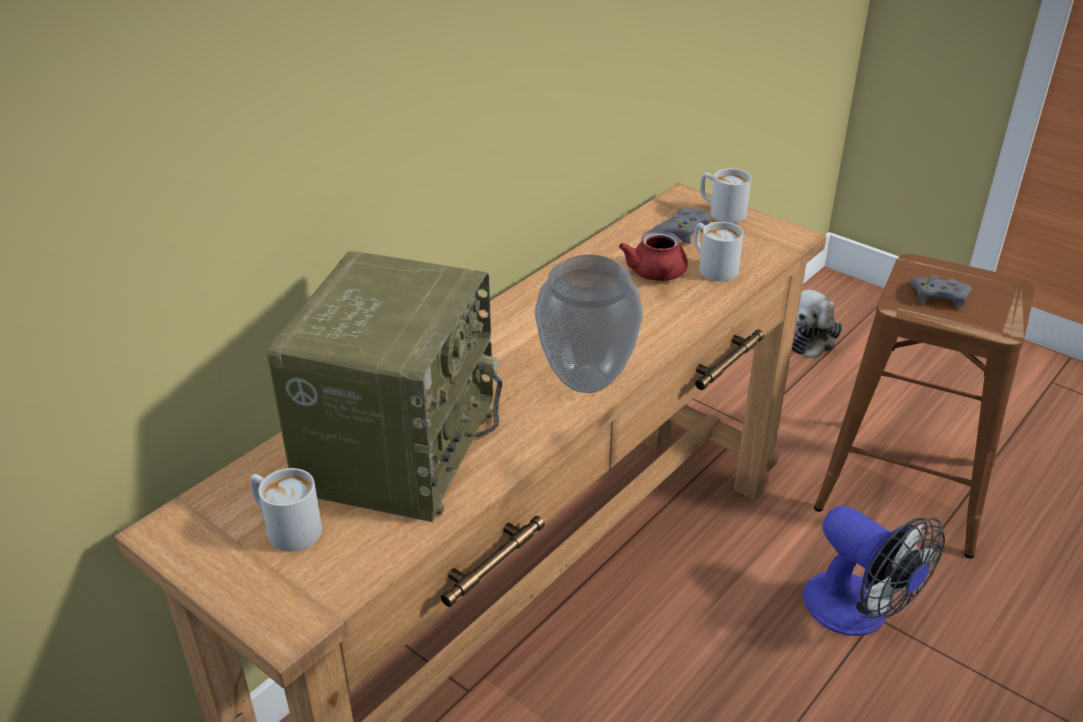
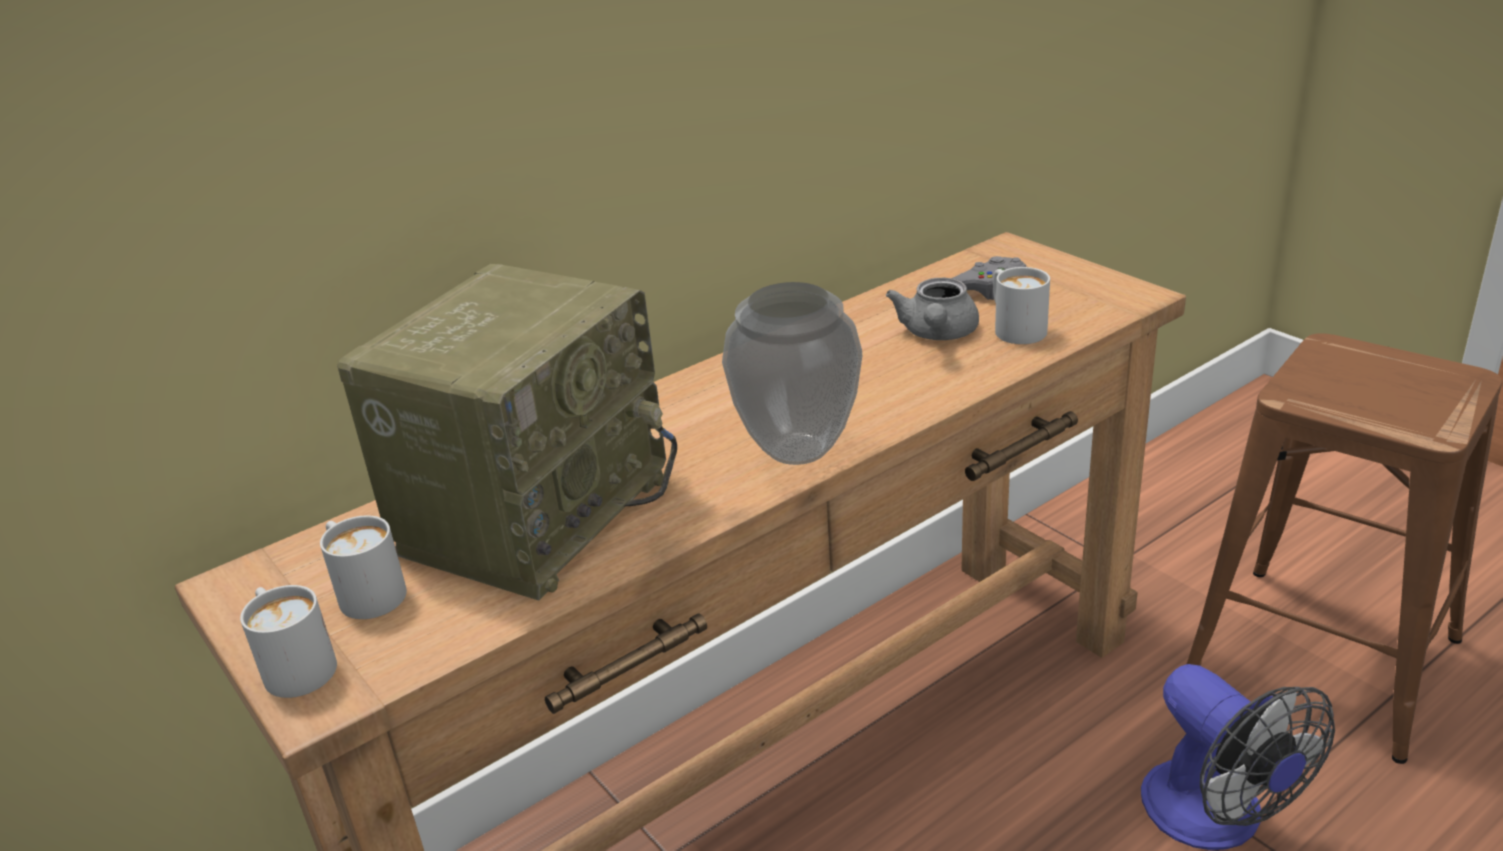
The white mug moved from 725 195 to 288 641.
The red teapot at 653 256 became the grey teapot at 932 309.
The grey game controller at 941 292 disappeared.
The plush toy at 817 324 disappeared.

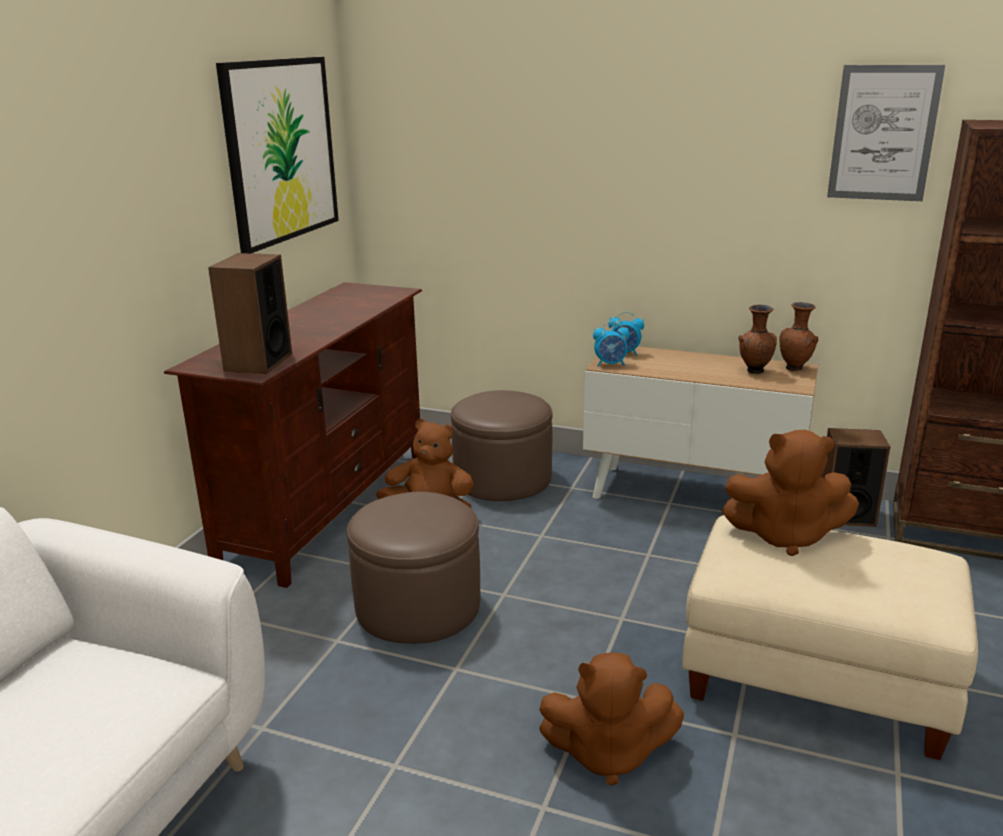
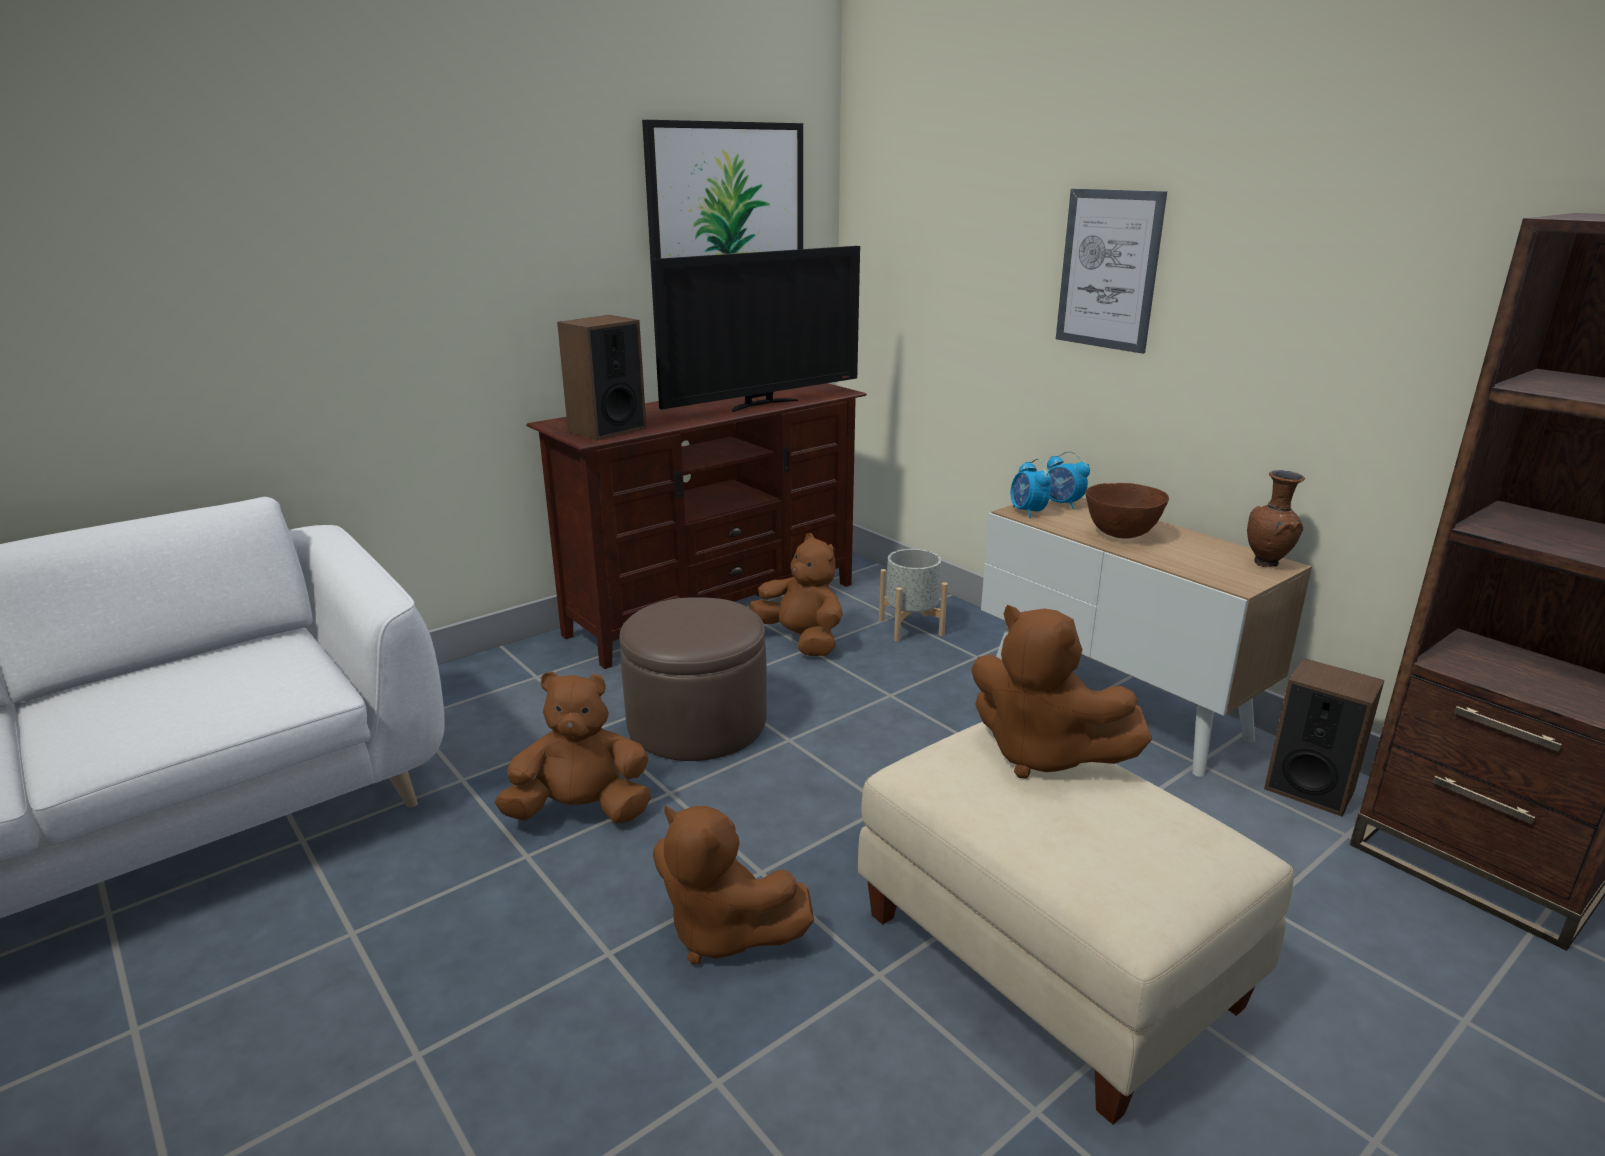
The picture moved from 886 133 to 1111 271.
The brown vase at 758 339 disappeared.
The alarm clock at 611 344 turned 45 degrees clockwise.
The brown ottoman at 502 445 was replaced by the grey planter at 913 595.
The television at 755 329 appeared.
The brown bowl at 1127 510 appeared.
The brown plush toy at 573 747 appeared.

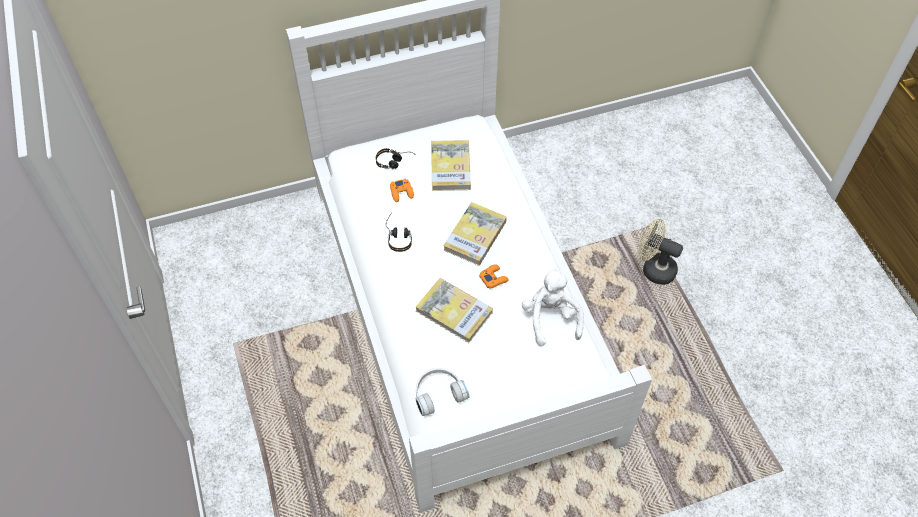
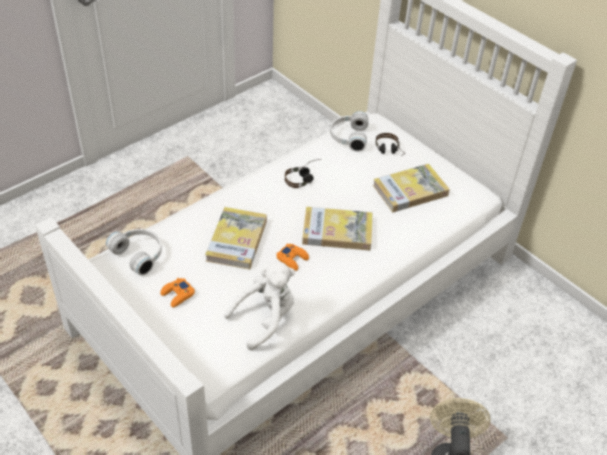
The orange game controller moved from 402 190 to 177 292.
The white headphones at 349 131 appeared.

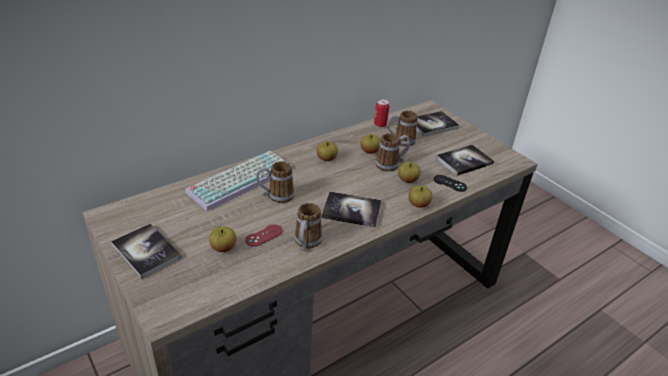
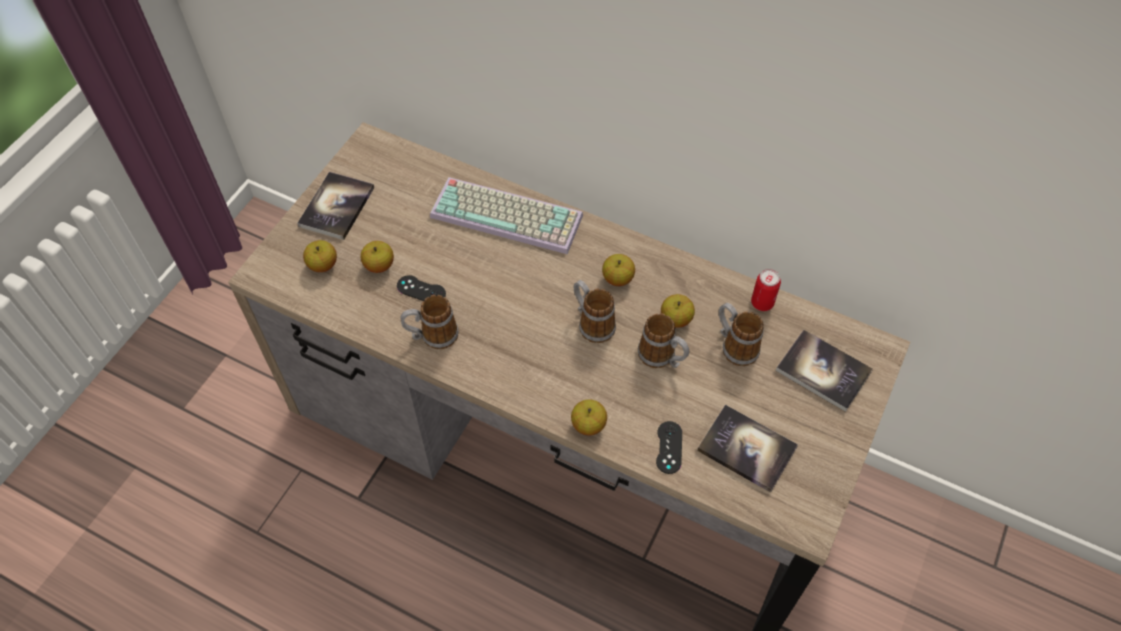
The mug moved from 275 182 to 595 311.
The apple moved from 409 172 to 320 256.
The book at 351 209 disappeared.
The red game controller at 263 235 became the black game controller at 421 288.

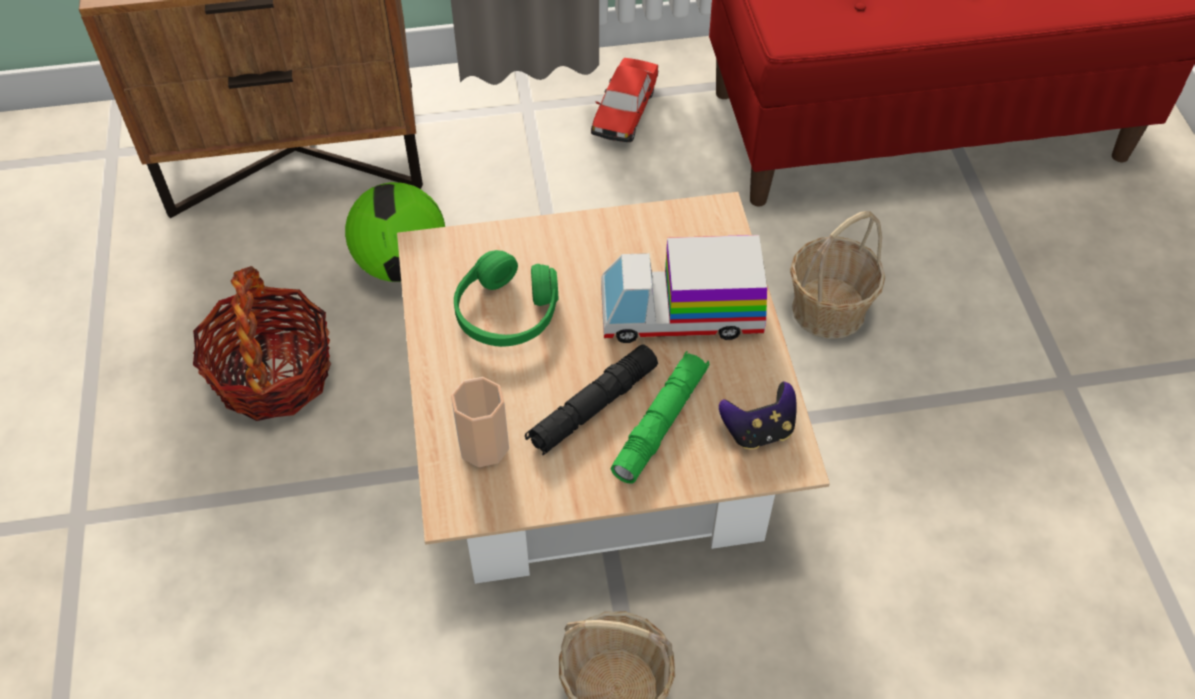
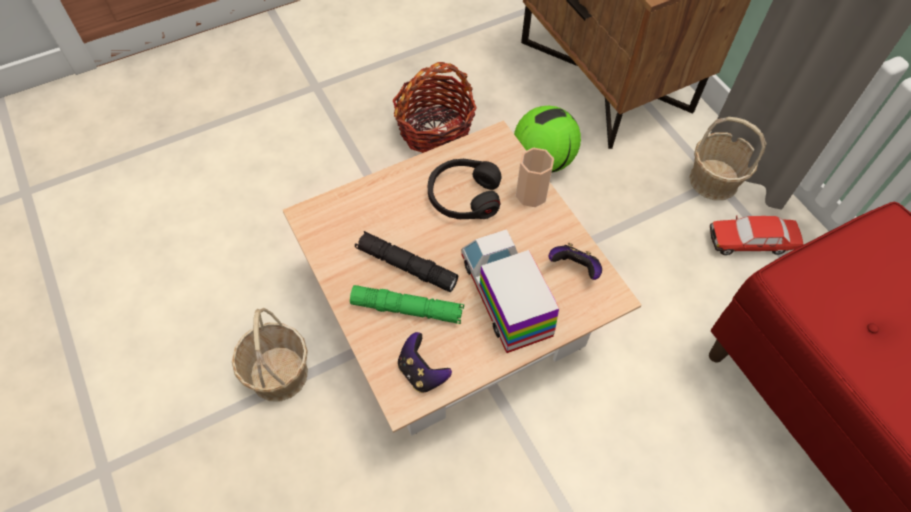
The basket moved from 837 275 to 727 158.
The green headphones at 506 298 became the black headphones at 465 189.
The cup moved from 480 422 to 535 177.
The game controller at 575 261 appeared.

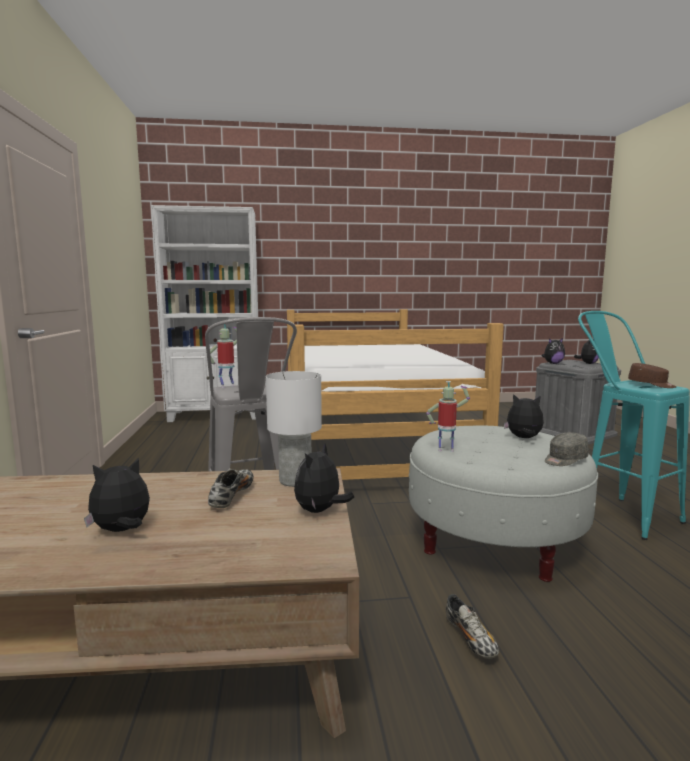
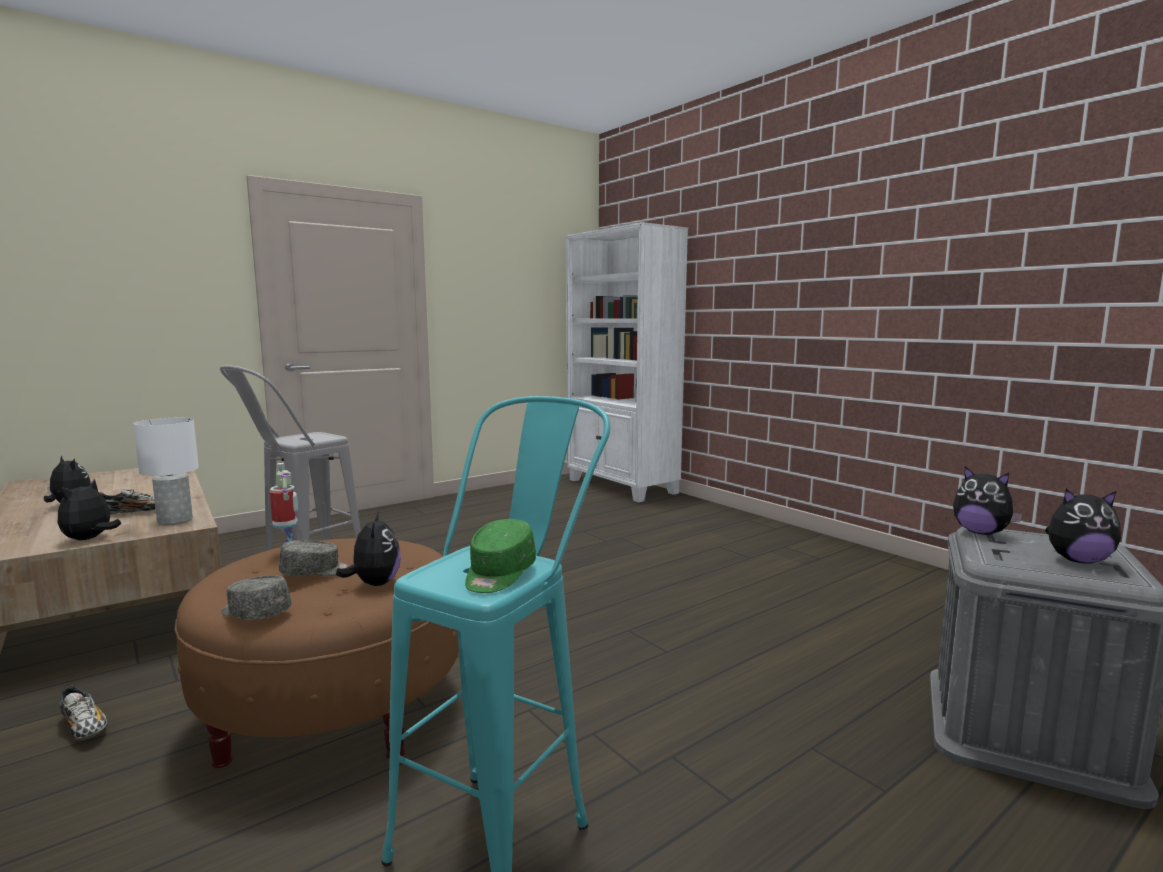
The bed at 395 394 disappeared.
The toy robot at 223 356 disappeared.
The brown cap at 652 375 became the green cap at 500 556.
The white ottoman at 503 504 became the brown ottoman at 316 653.
The plush toy at 324 478 turned 75 degrees counterclockwise.
The shoe at 472 626 turned 90 degrees counterclockwise.
The grey cap at 314 558 appeared.

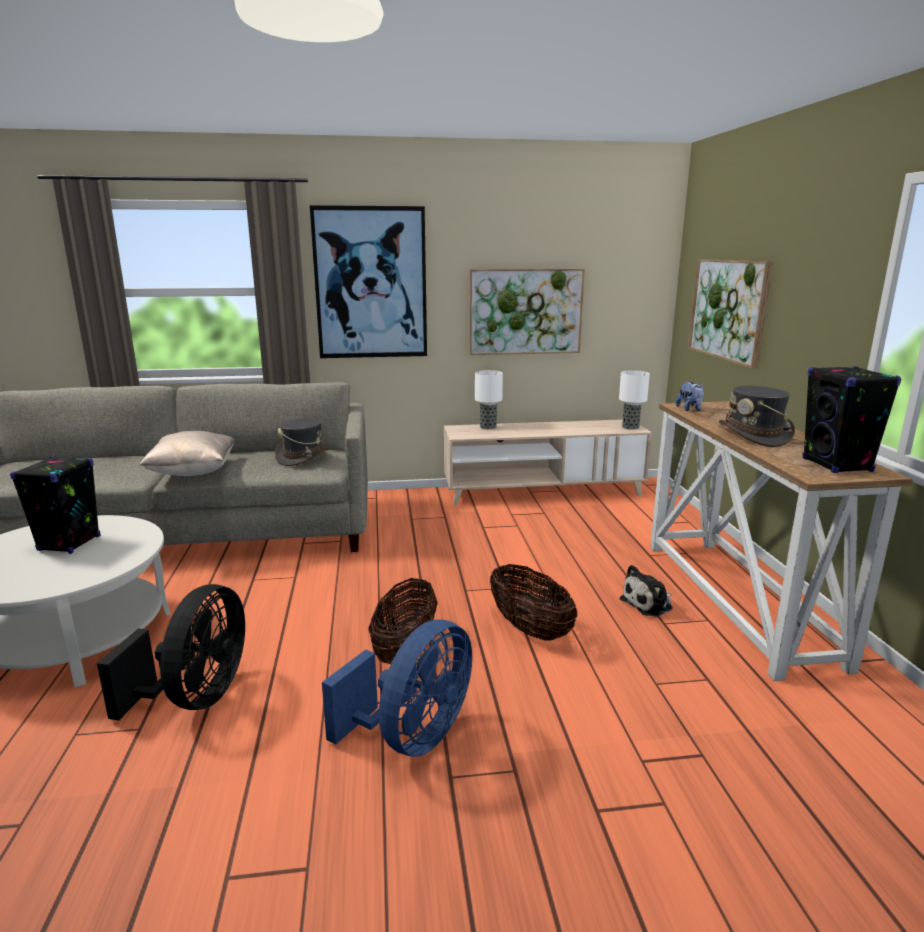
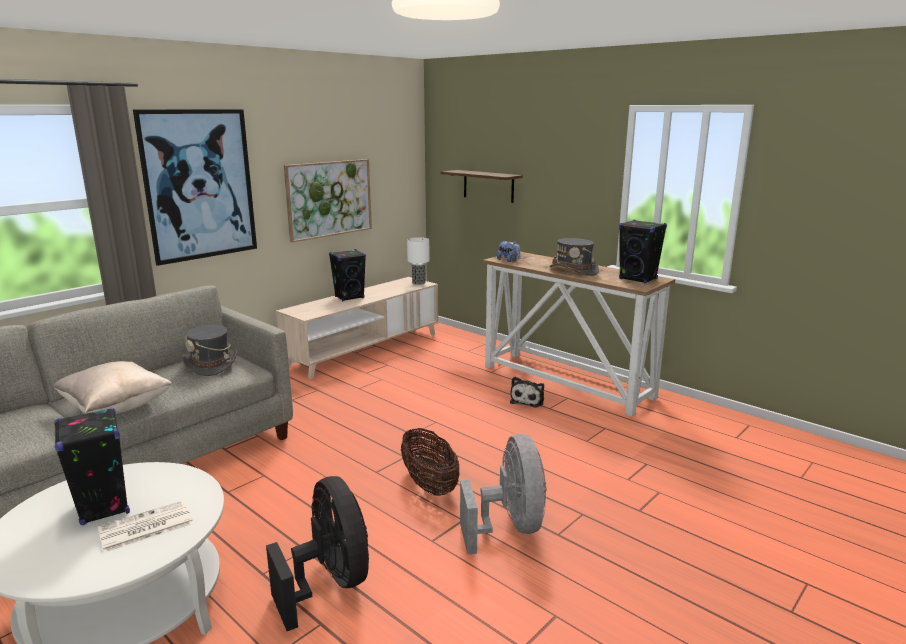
The picture at 730 313 was replaced by the shelf at 482 186.
The table lamp at 489 399 disappeared.
The basket at 533 602 disappeared.
The blue fan at 397 688 became the grey fan at 503 494.
The black speaker at 347 275 appeared.
The newspaper at 146 526 appeared.

